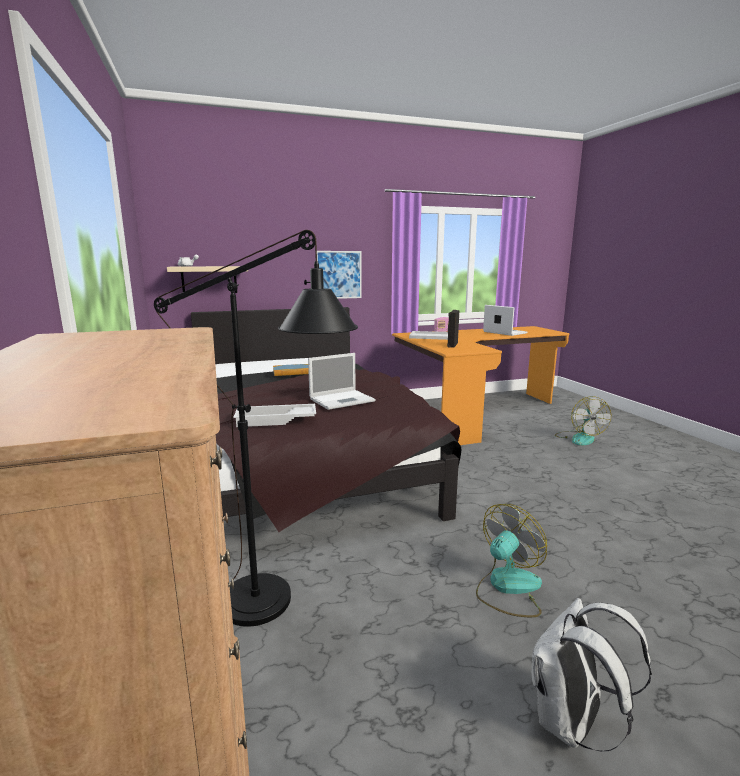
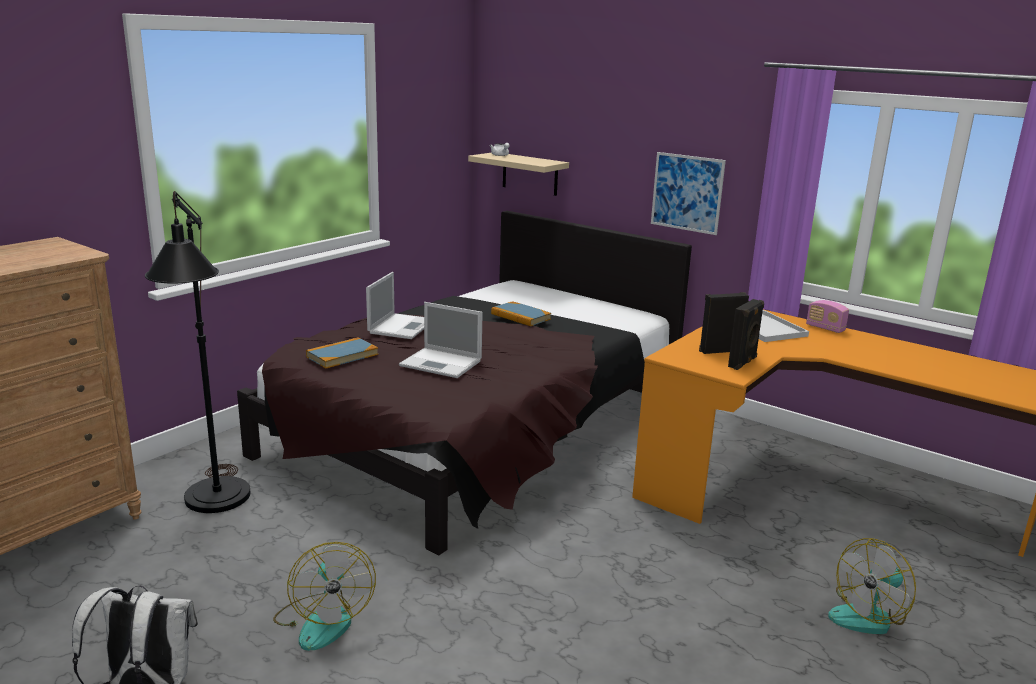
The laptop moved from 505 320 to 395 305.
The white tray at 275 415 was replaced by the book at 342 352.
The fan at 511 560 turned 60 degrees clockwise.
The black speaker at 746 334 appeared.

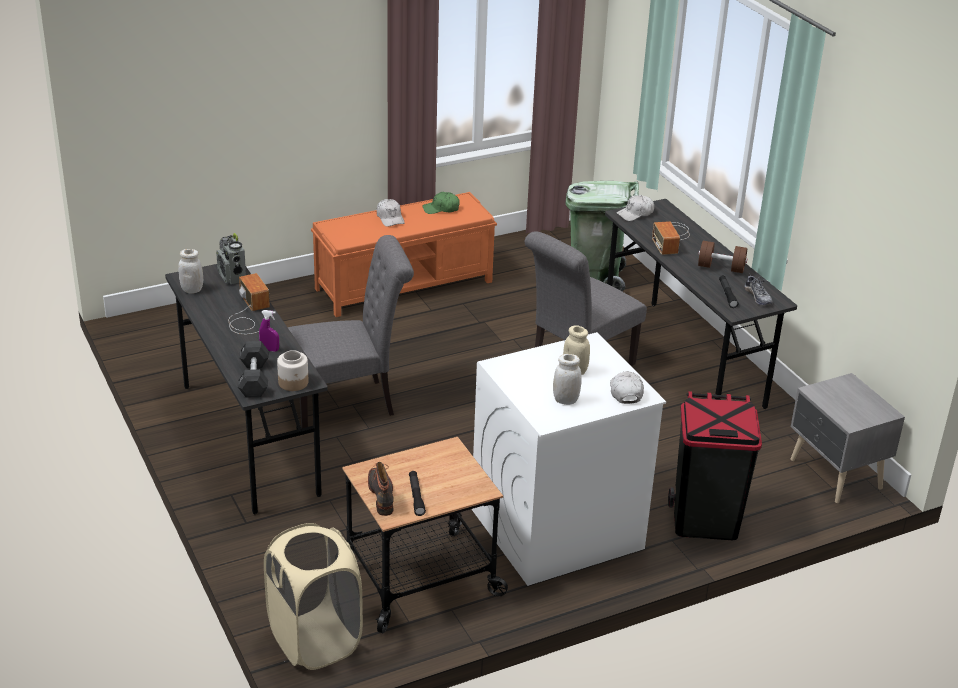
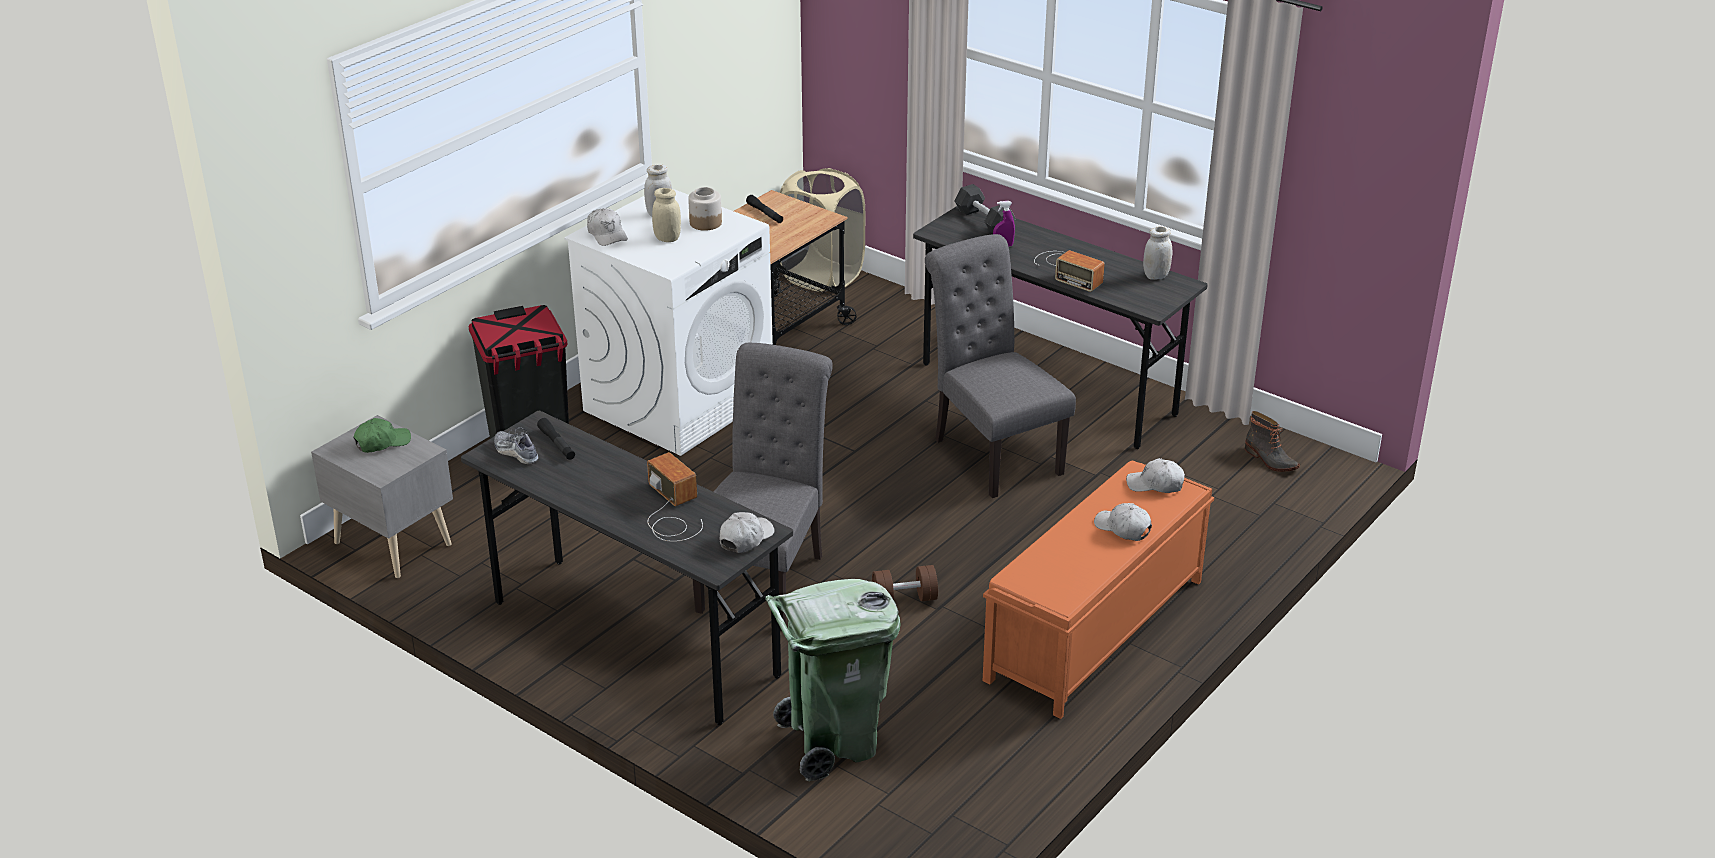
The green cap moved from 441 203 to 382 435.
The radio at 231 258 disappeared.
The grey chair at 351 332 turned 105 degrees clockwise.
The brown dumbbell moved from 722 257 to 905 583.
The jar moved from 293 370 to 705 209.
The boot moved from 381 489 to 1272 441.
The white cap at 1155 475 appeared.

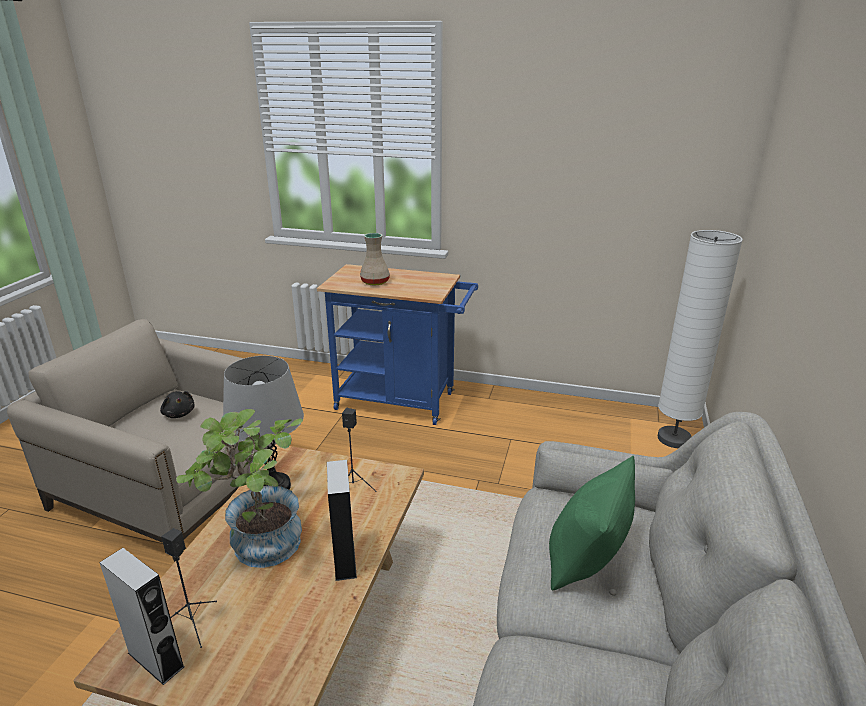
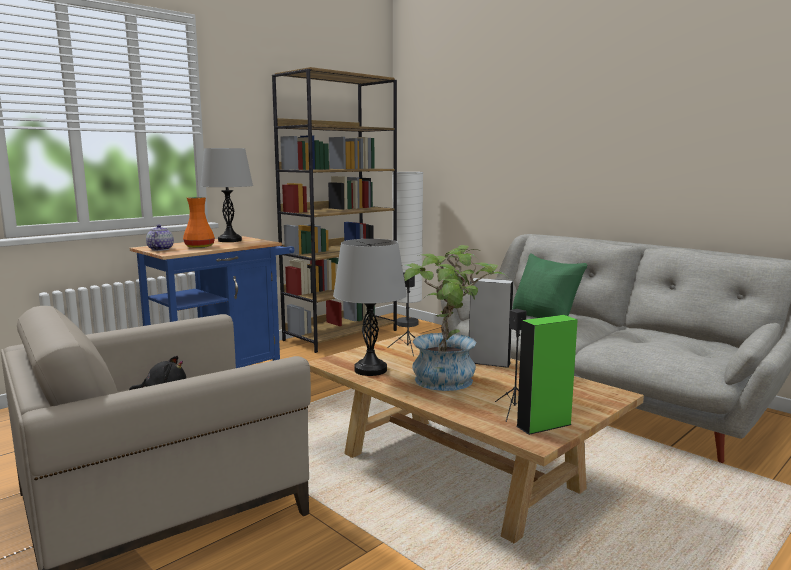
The beige vase at 375 259 became the orange vase at 199 222.
The grey speaker at 142 616 became the green speaker at 547 375.
The brown bookcase at 334 210 appeared.
The grey table lamp at 226 195 appeared.
The teapot at 160 237 appeared.

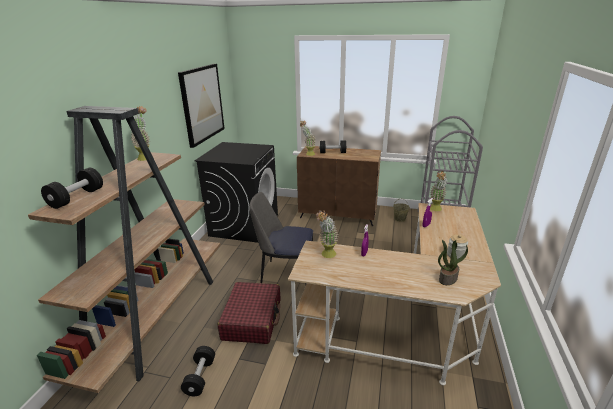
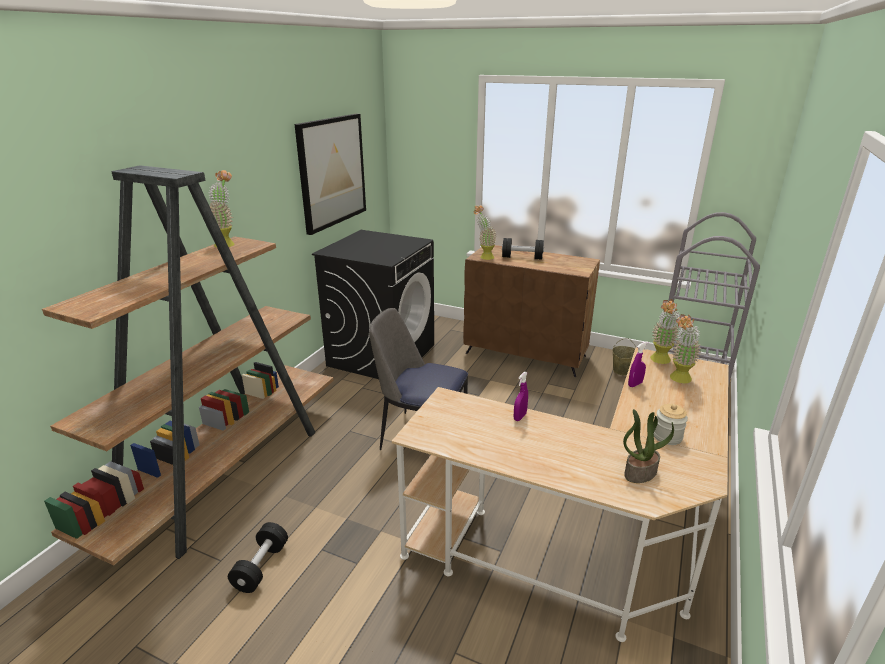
The black dumbbell at 72 188 disappeared.
The potted plant moved from 327 234 to 685 348.
The red suitcase at 249 313 disappeared.

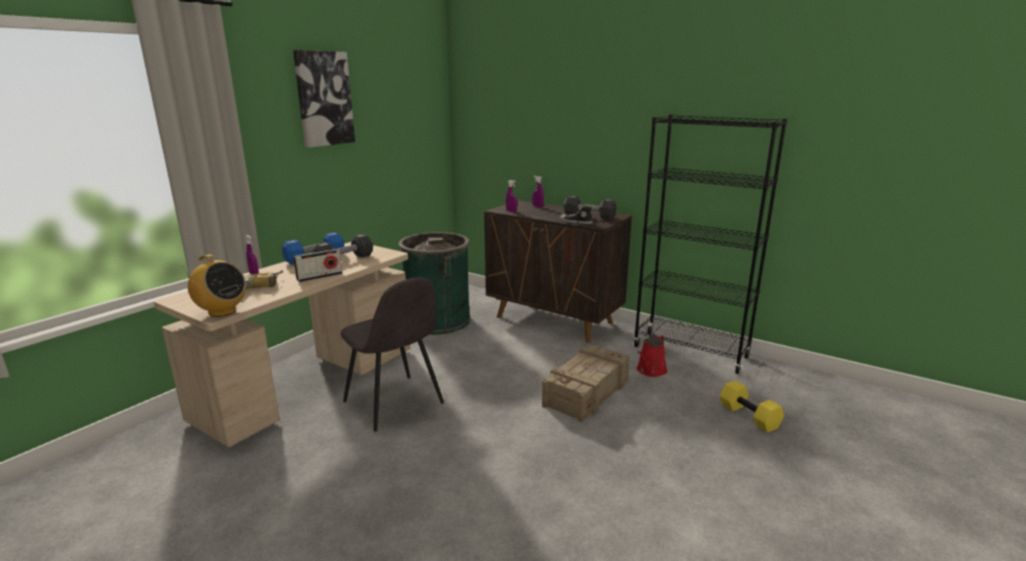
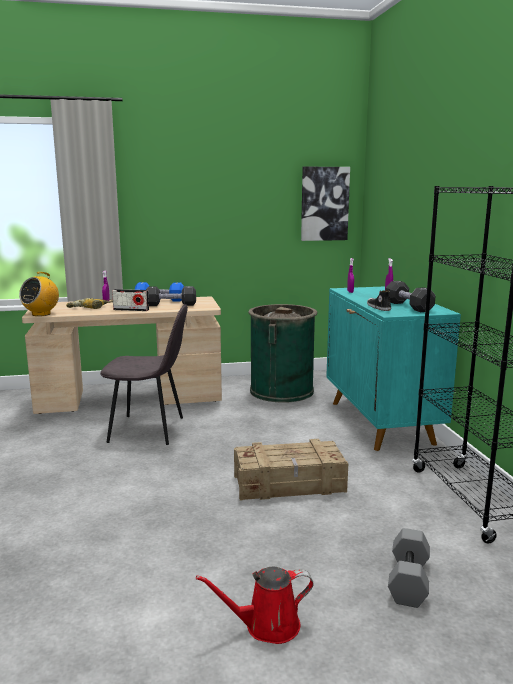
The picture moved from 324 99 to 325 204.
The brown cabinet at 558 271 became the turquoise cabinet at 393 368.
The radio at 214 286 turned 45 degrees clockwise.
The grey chair at 392 354 turned 90 degrees counterclockwise.
The red watering can moved from 652 355 to 255 605.
The yellow dumbbell at 752 406 became the grey dumbbell at 409 568.

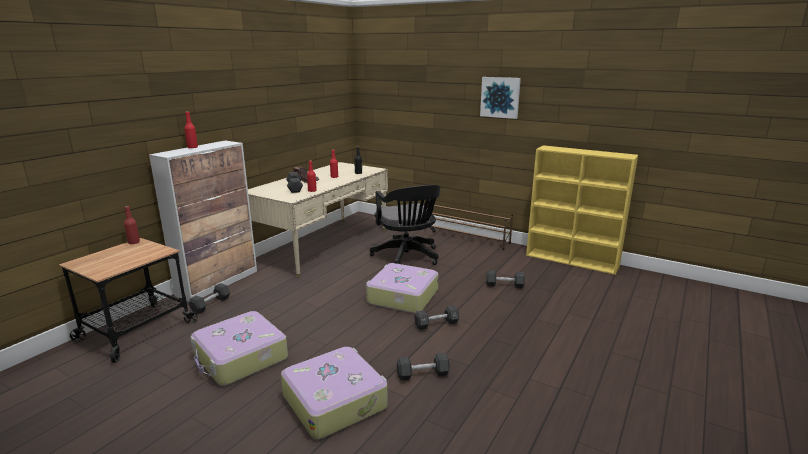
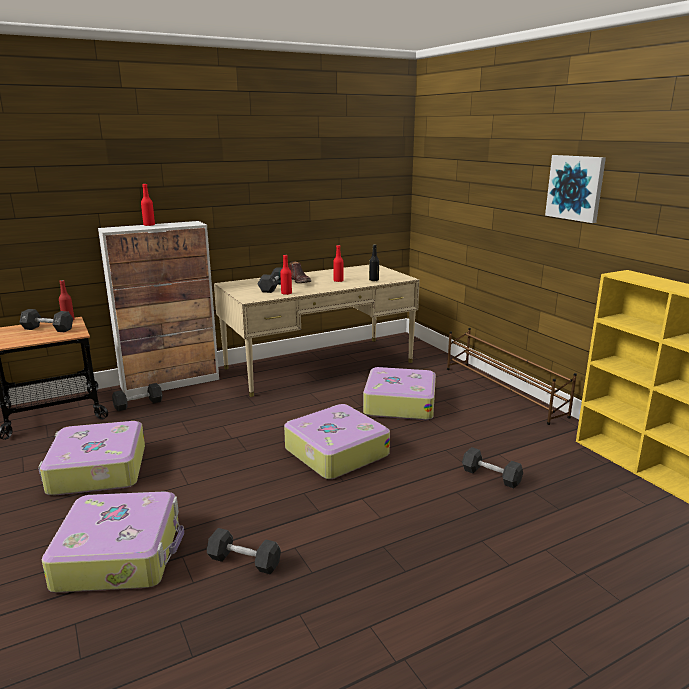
The black office chair at 405 225 was replaced by the suitcase at 399 393.
The black dumbbell moved from 436 317 to 46 320.

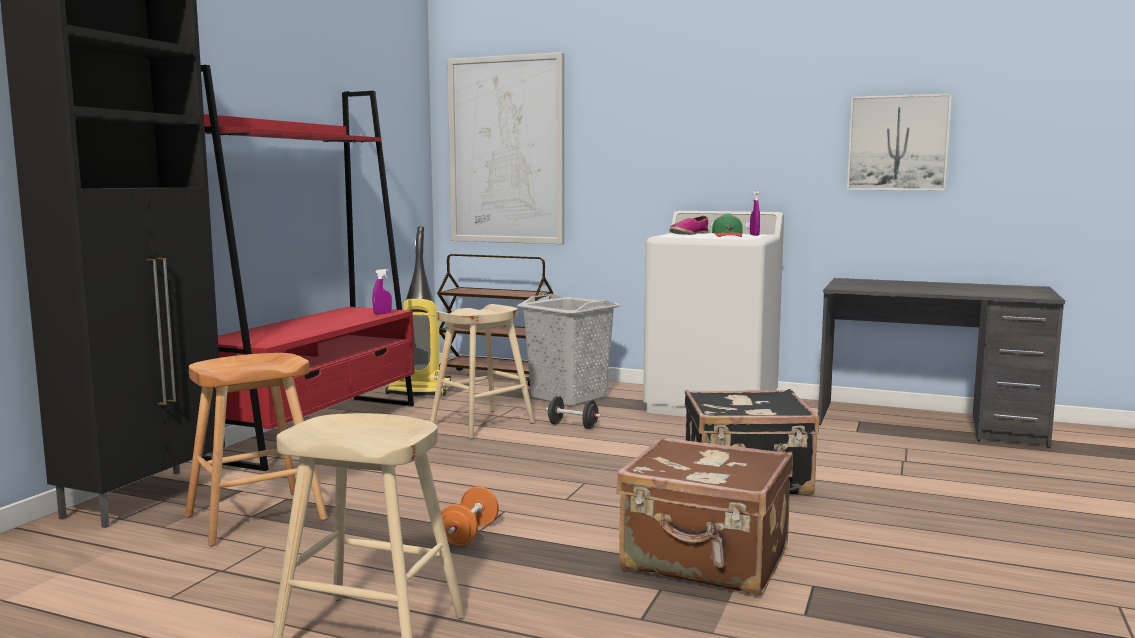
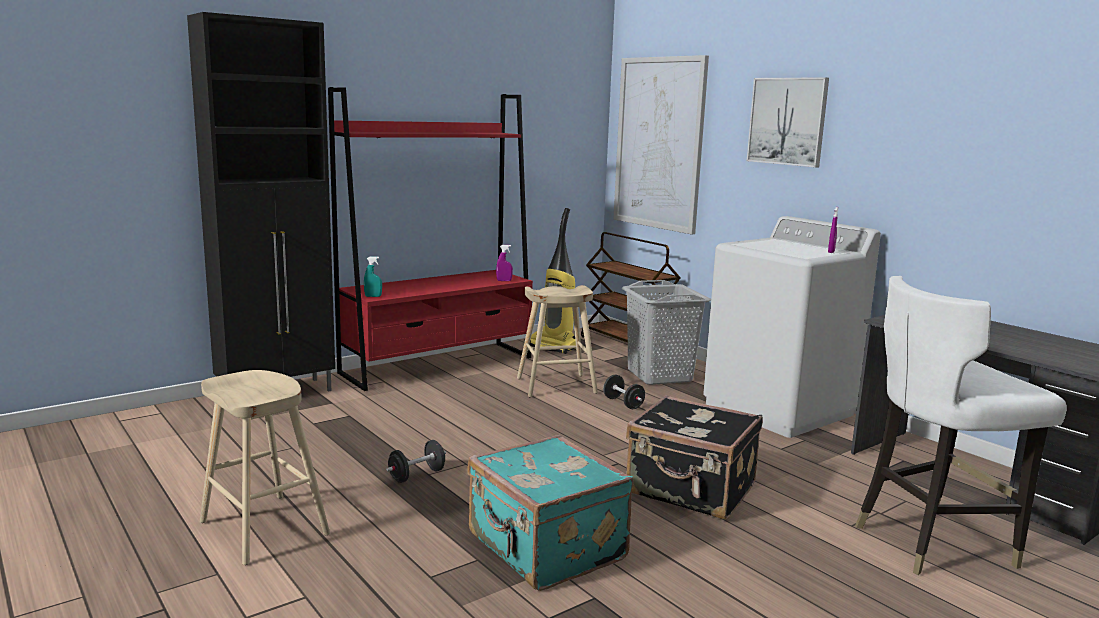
The picture moved from 899 141 to 788 122.
The green cap at 727 225 disappeared.
The shoe at 688 225 disappeared.
The brown stool at 256 449 disappeared.
The brown suitcase at 704 515 became the turquoise suitcase at 550 513.
The orange dumbbell at 470 516 became the black dumbbell at 416 461.
The turquoise spray bottle at 373 276 appeared.
The white chair at 961 425 appeared.

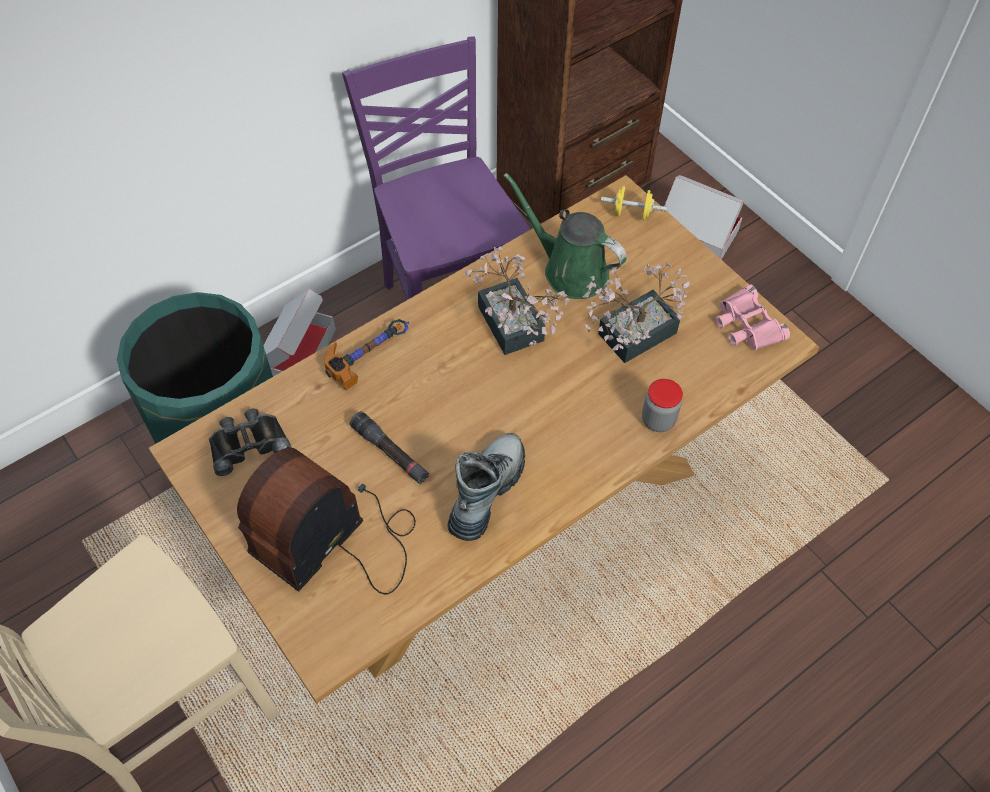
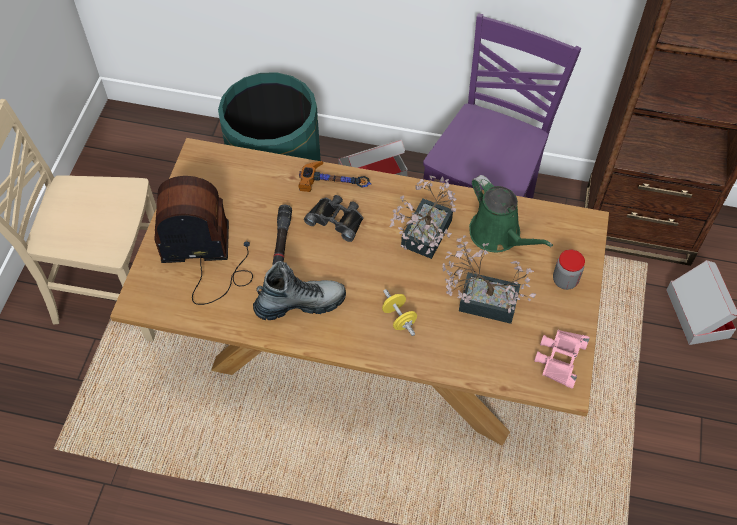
The green watering can at 565 236 turned 150 degrees clockwise.
The yellow dumbbell moved from 634 203 to 399 312.
The jar moved from 662 405 to 569 269.
The black binoculars moved from 250 442 to 333 218.

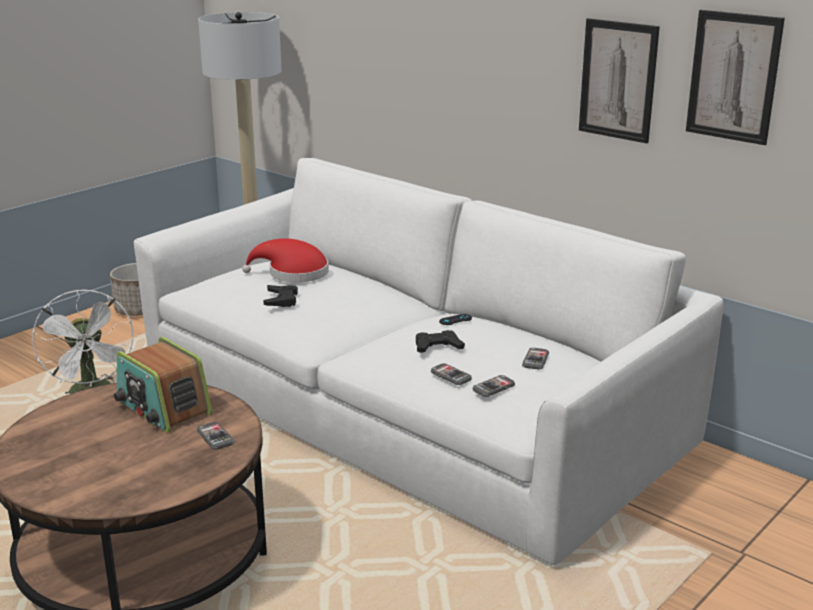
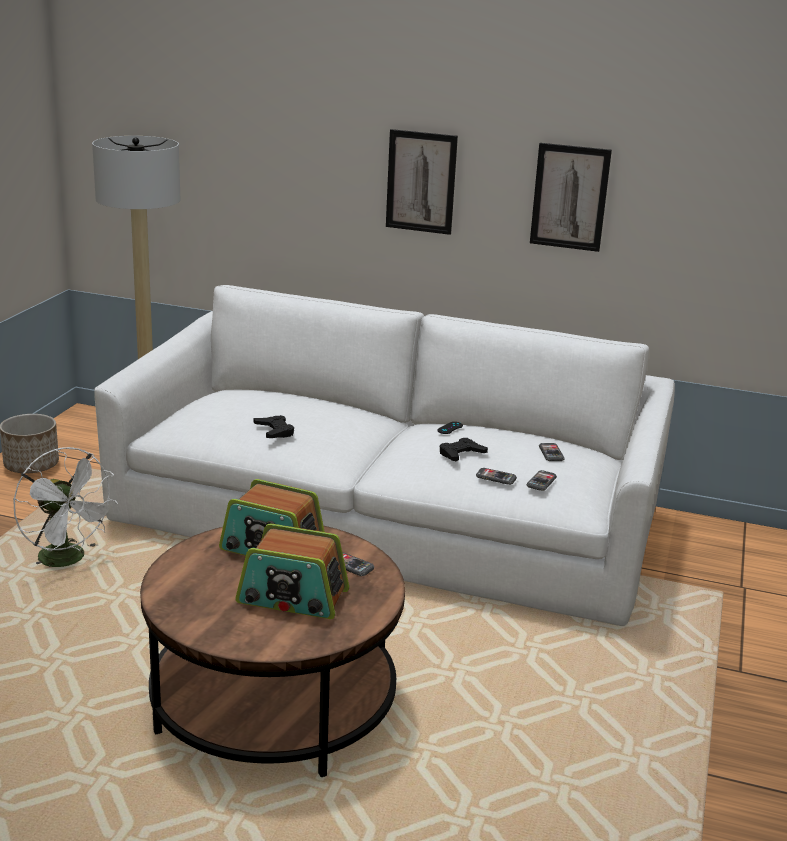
The picture moved from 735 77 to 422 182.
The red hat at 285 260 disappeared.
The radio at 292 571 appeared.

